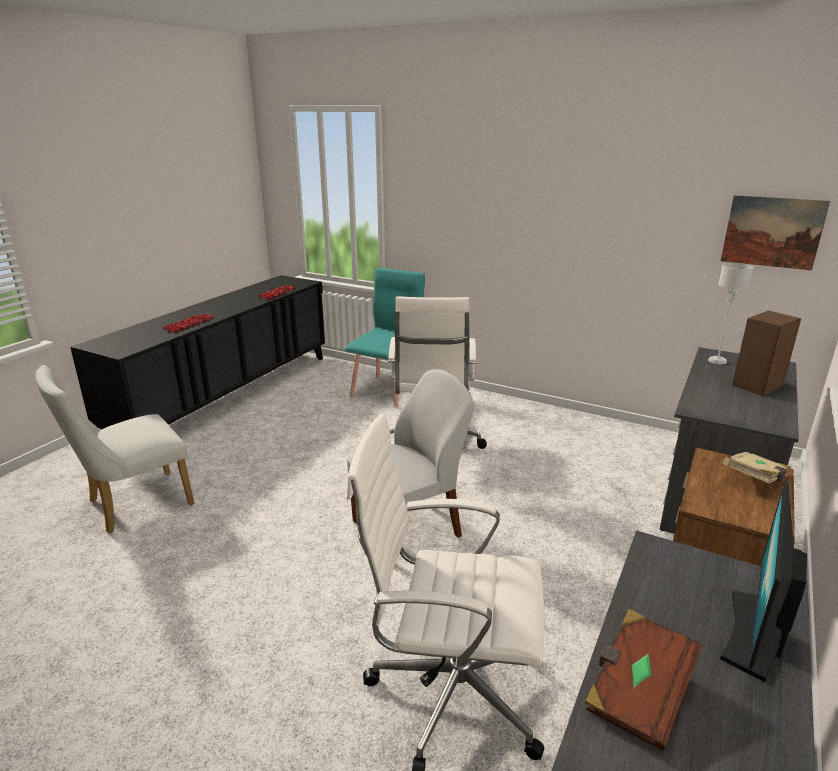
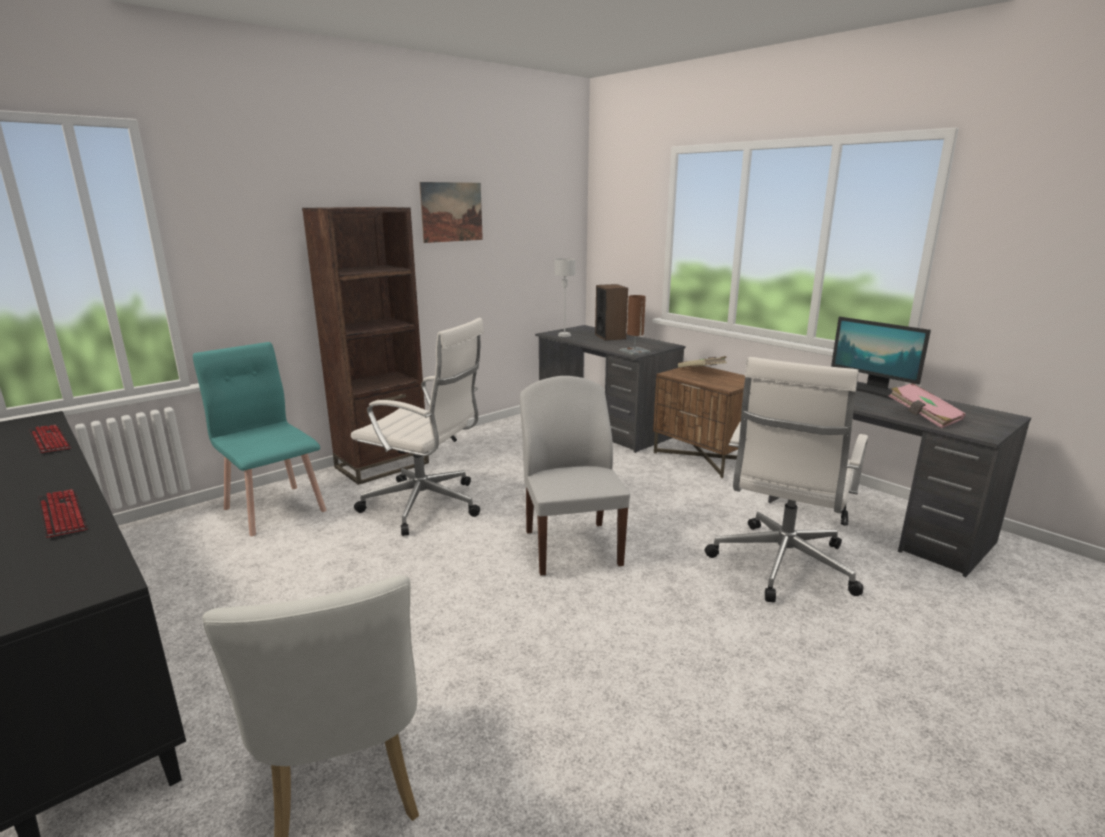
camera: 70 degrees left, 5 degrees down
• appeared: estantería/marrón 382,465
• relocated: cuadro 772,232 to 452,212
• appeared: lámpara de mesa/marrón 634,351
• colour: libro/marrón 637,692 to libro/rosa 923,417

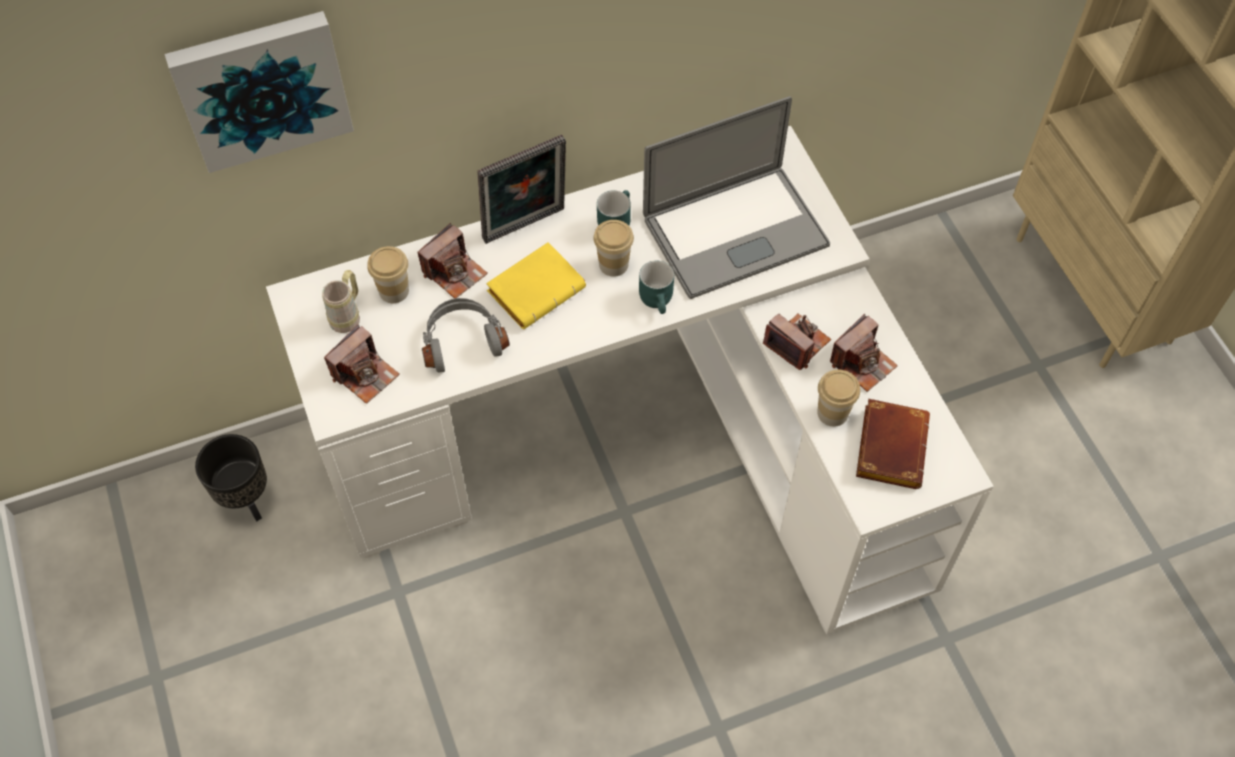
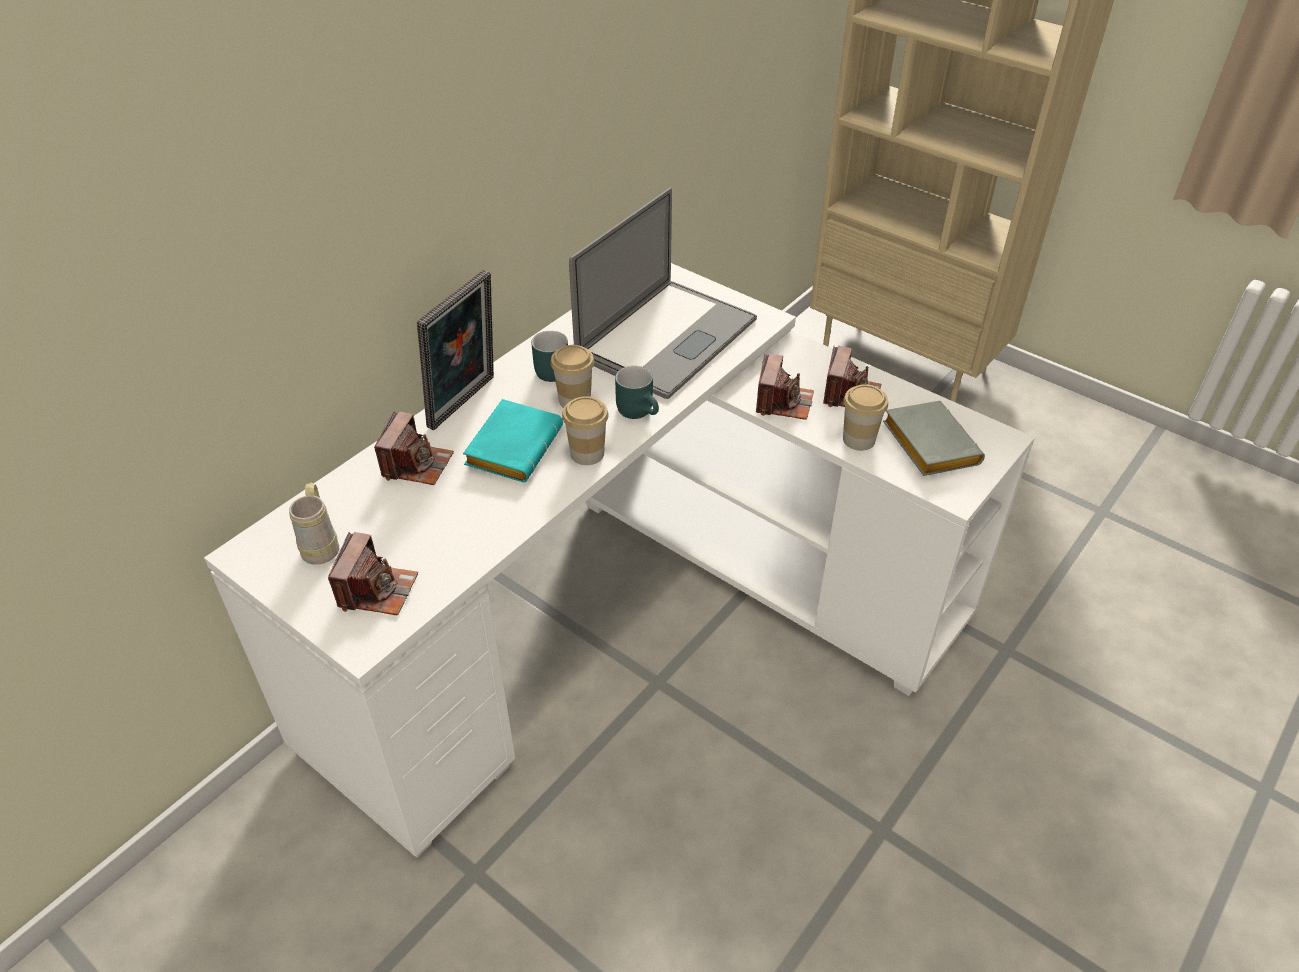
camera: 30 degrees left, 15 degrees down
• colour: libro/amarillo 536,288 to libro/turquesa 513,446
• relocated: taza 394,291 to 587,453
• spun: cámara 796,343 = 783,402 90 degrees clockwise
• colour: libro/marrón 888,446 to libro/gris 926,444
• missing: cuadro 261,87
• missing: maceta/negro 245,500
• missing: auriculares/gris 462,340

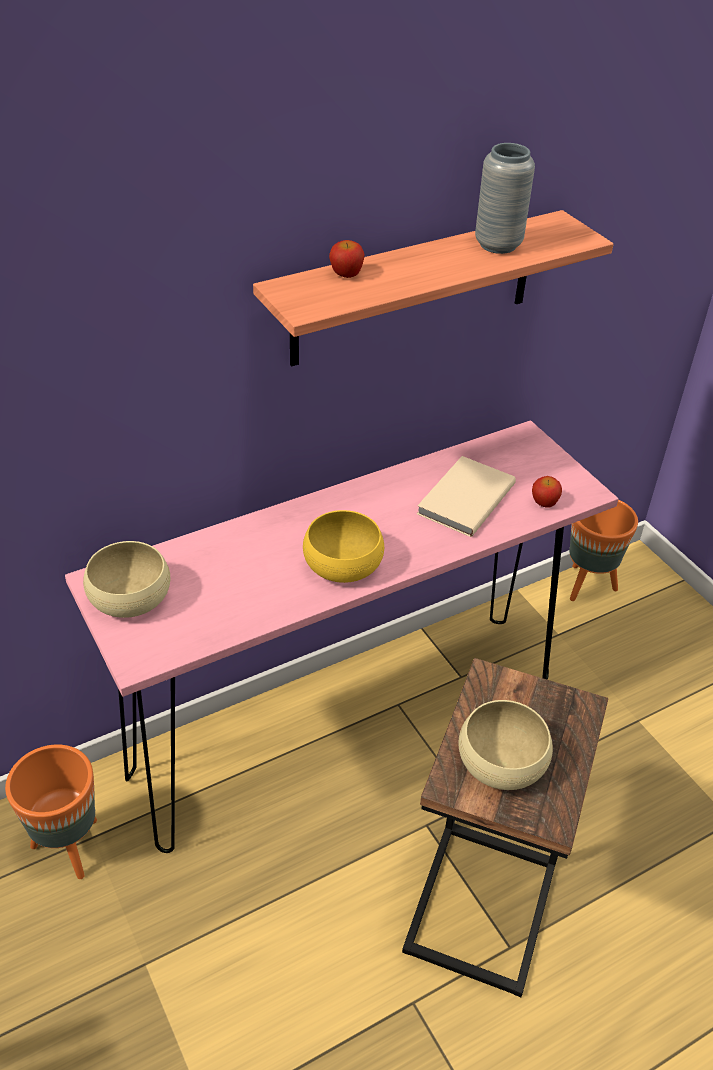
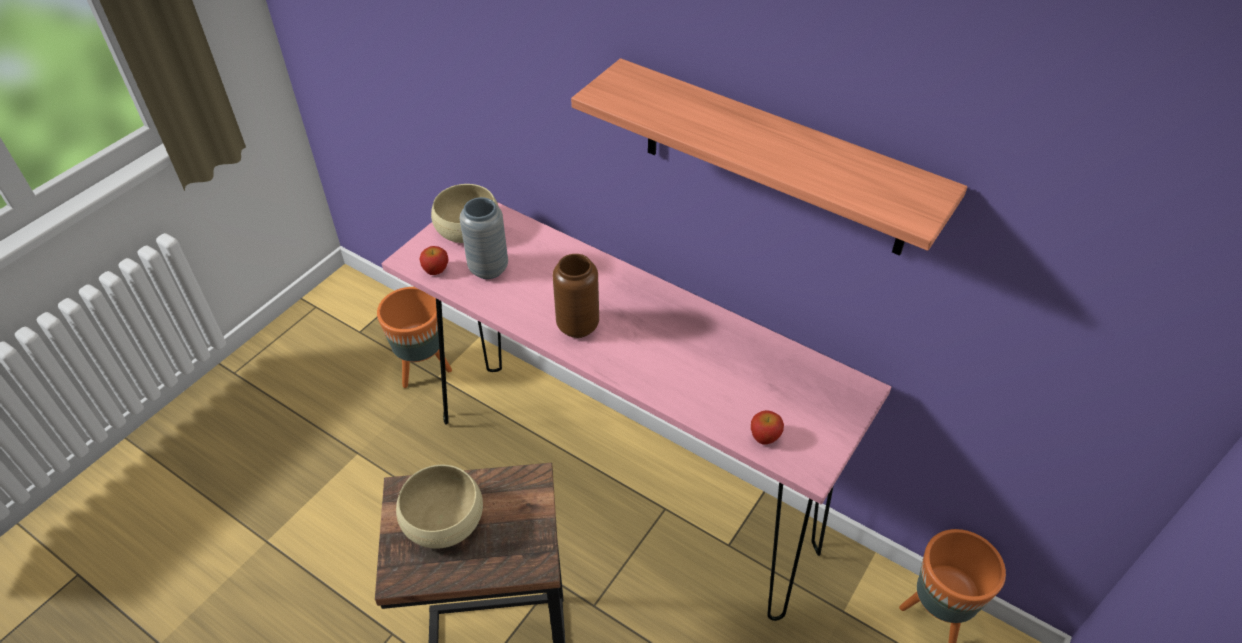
camera: 65 degrees right, 5 degrees up
• relocated: manzana 346,274 to 436,270
• relocated: florero/gris 498,245 to 488,268
• exchanged: cuenco/amarillo 343,564 to florero/marrón 578,326
• missing: libro/beis 463,499

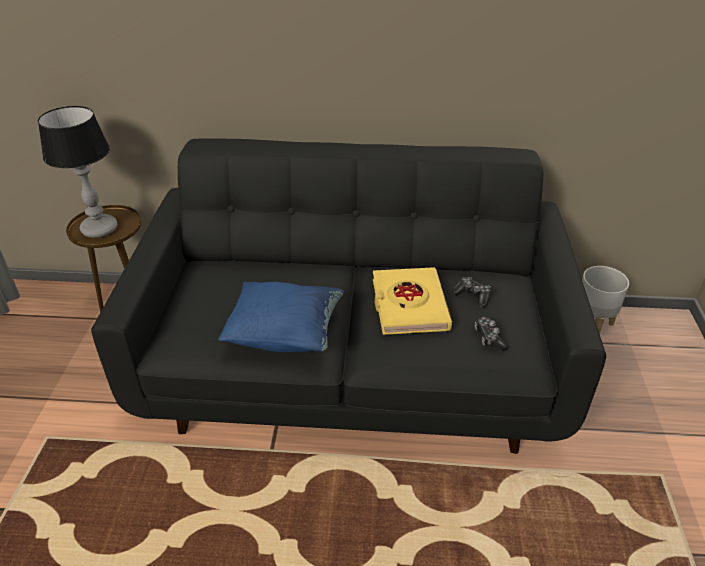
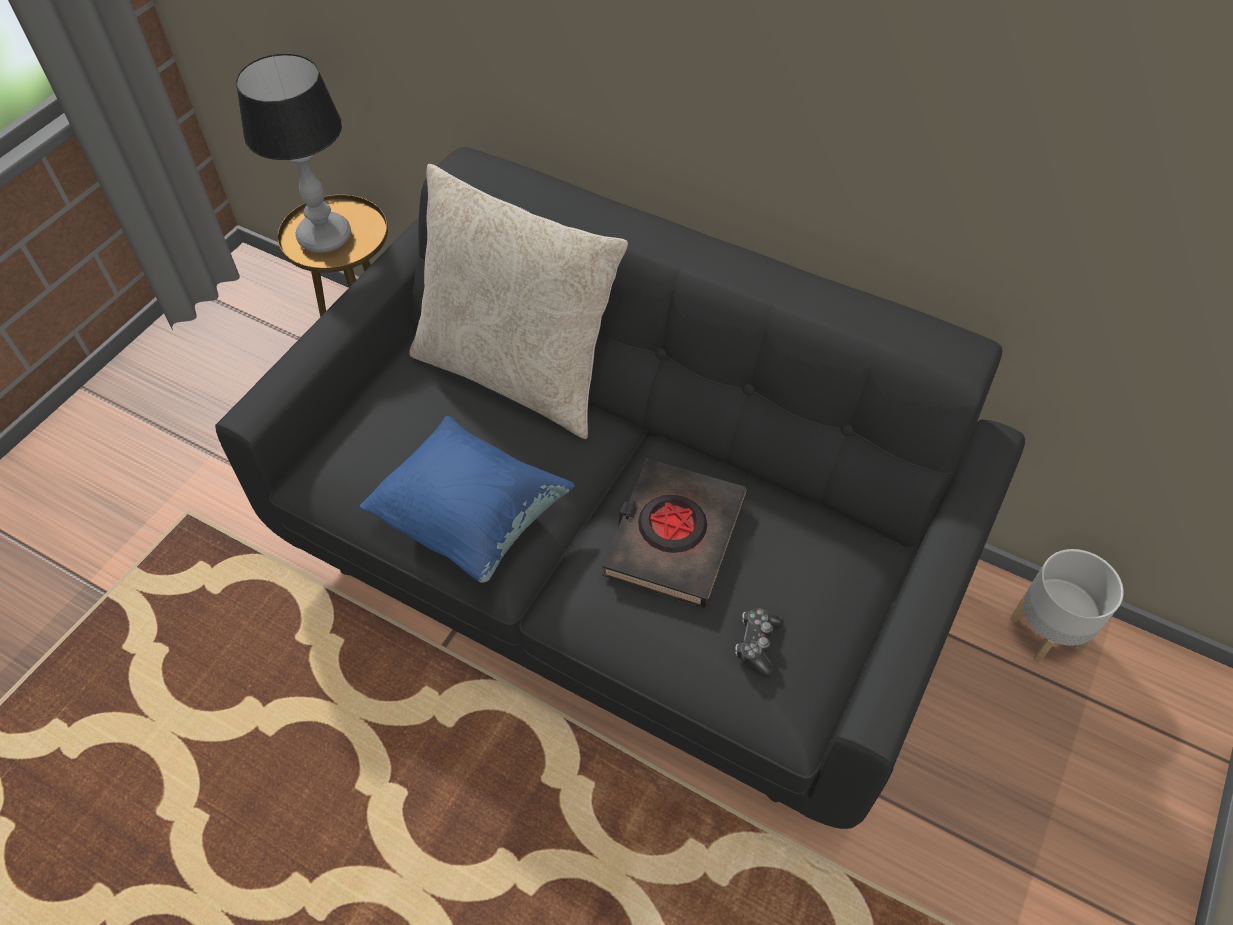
camera: 25 degrees right, 15 degrees up
• appeared: cojín/beis 516,372
• colour: libro/amarillo 409,305 to libro/negro 673,537
• missing: mando de consola 472,296

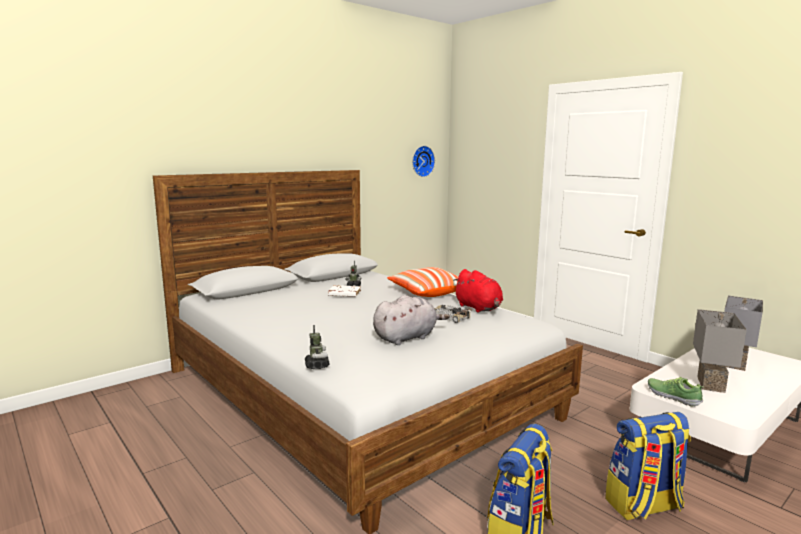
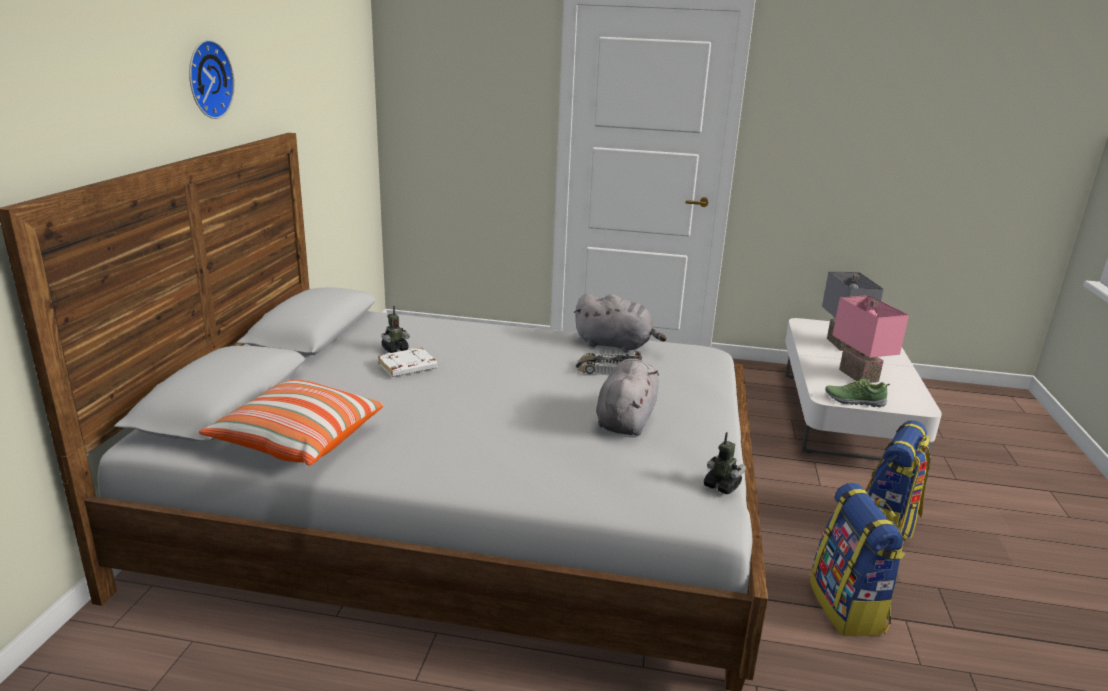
camera: 40 degrees left, 10 degrees up
• relocated: reloj de pared 422,161 to 206,79
• relocated: cojín 427,292 to 297,441
• colour: peluche/rojo 479,308 to peluche/gris 616,345
• relocated: robot de juguete 317,365 to 721,486
• colour: lámpara de mesa/gris 708,384 to lámpara de mesa/rosa 856,375

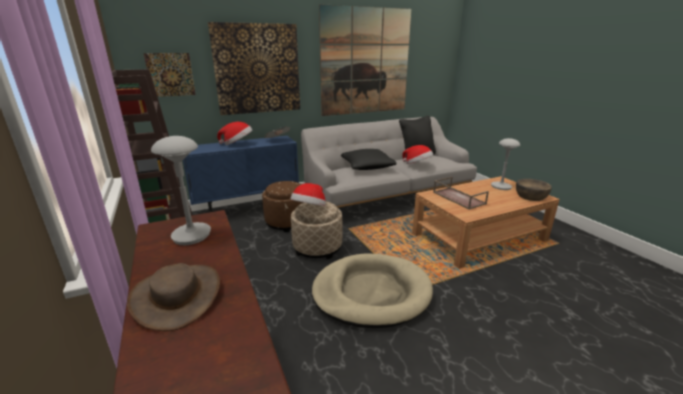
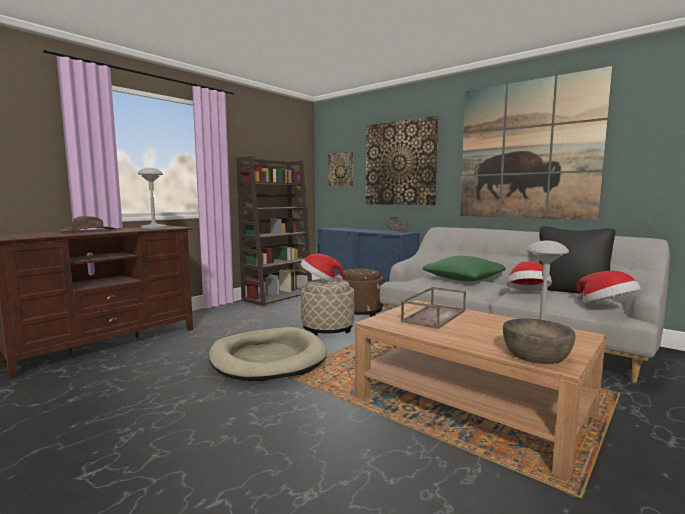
camera: 65 degrees right, 15 degrees down
• colour: cojín/negro 367,167 to cojín/verde 463,279
• relocated: sombrero 237,144 to 606,306

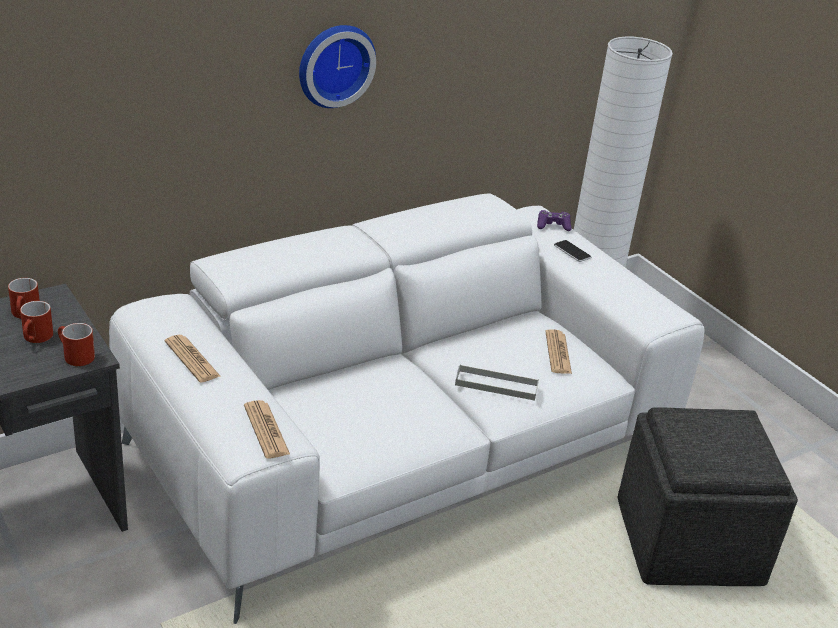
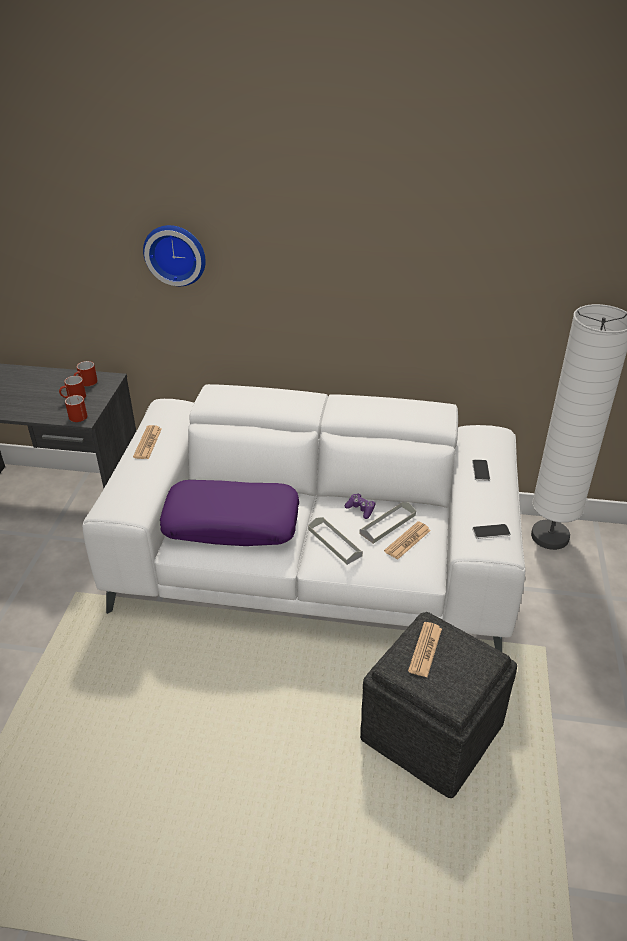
camera: 45 degrees right, 5 degrees up
• relocated: reloj de pared 334,64 to 176,254
• appeared: cojín/morado 232,523
• relocated: mando de consola/morado 553,225 to 360,509
• appeared: bandeja/gris 387,524
• relocated: periódico 266,430 to 425,649
• appeared: móvil 491,532

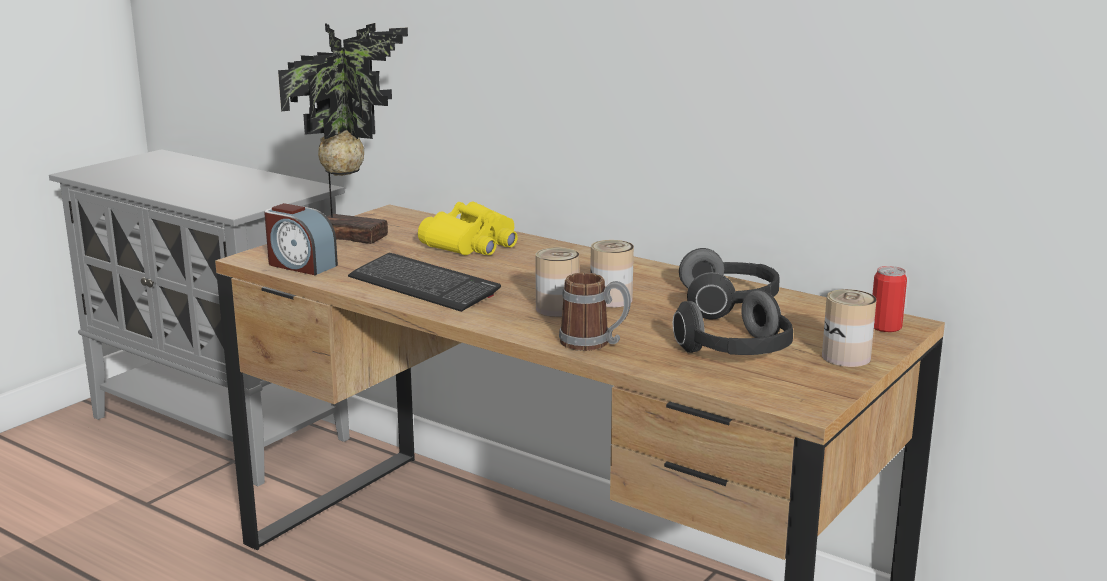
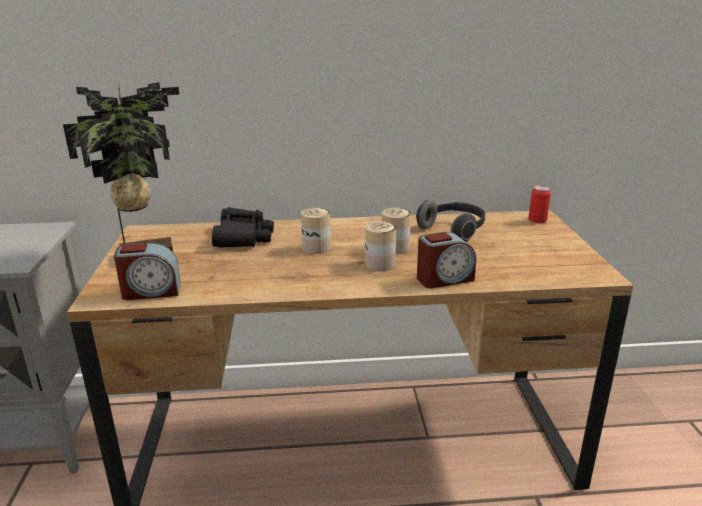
camera: 40 degrees left, 5 degrees up
• colour: prismáticos/amarillo 472,244 to prismáticos/negro 243,237
• relocated: lata 846,357 to 316,248
• exchanged: taza grande 594,343 to despertador 444,279
• missing: teclado 423,286
• missing: auriculares 738,353

